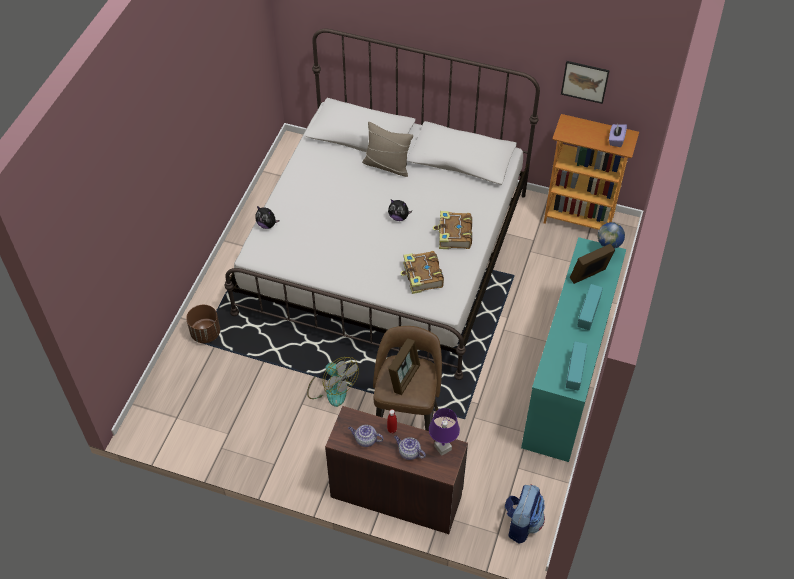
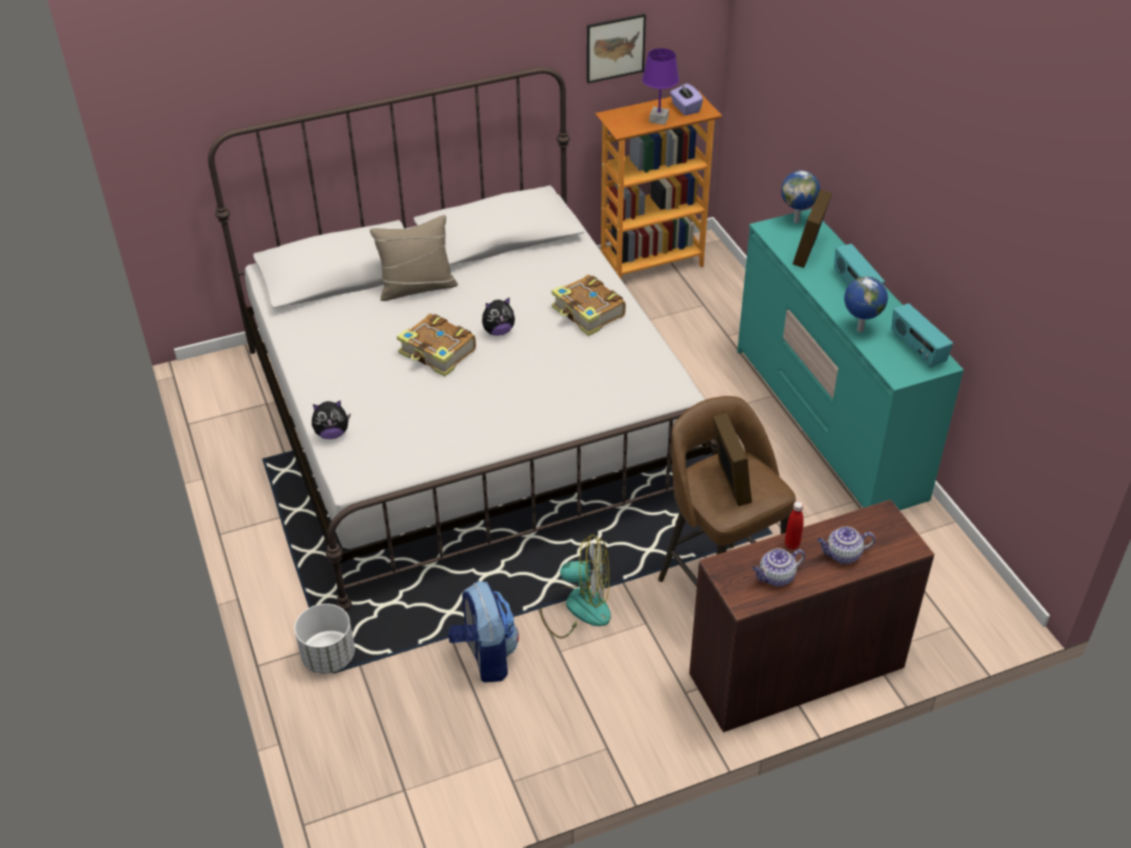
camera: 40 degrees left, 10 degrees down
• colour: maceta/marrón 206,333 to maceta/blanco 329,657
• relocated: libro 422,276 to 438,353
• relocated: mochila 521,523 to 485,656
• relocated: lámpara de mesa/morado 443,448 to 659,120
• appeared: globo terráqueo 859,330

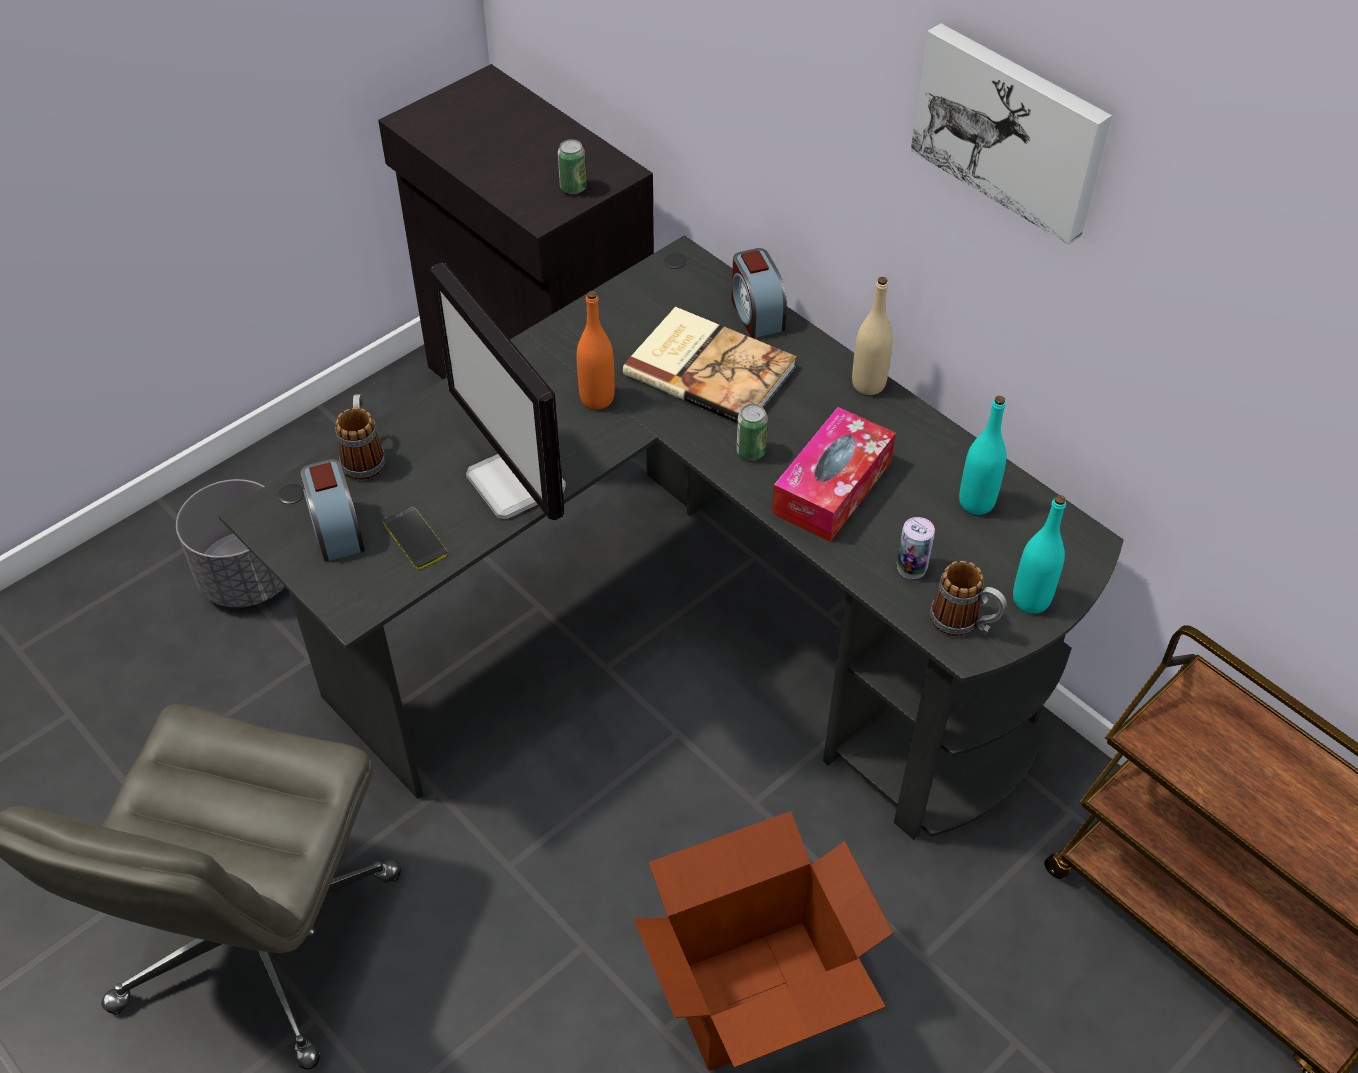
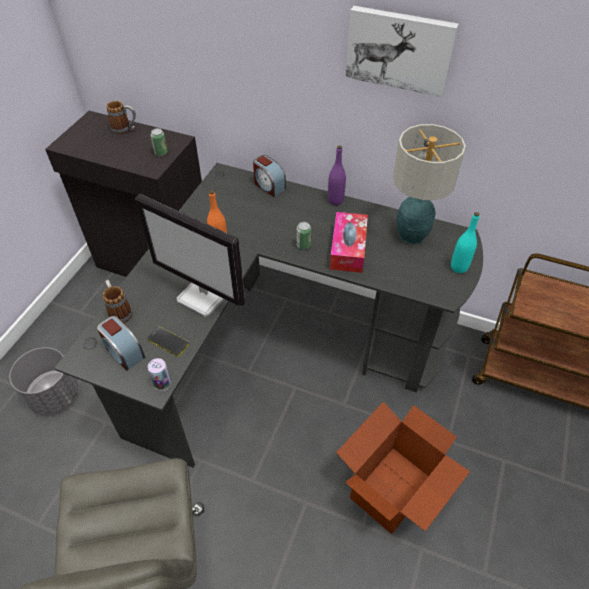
camera: 25 degrees left, 0 degrees up
• relocated: taza grande 964,623 to 125,129
• relocated: lata 911,567 to 162,383
• colour: botella/beis 868,384 to botella/morado 335,200
• exchanged: botella/turquesa 976,502 to lámpara de mesa 411,234
• missing: libro 710,368

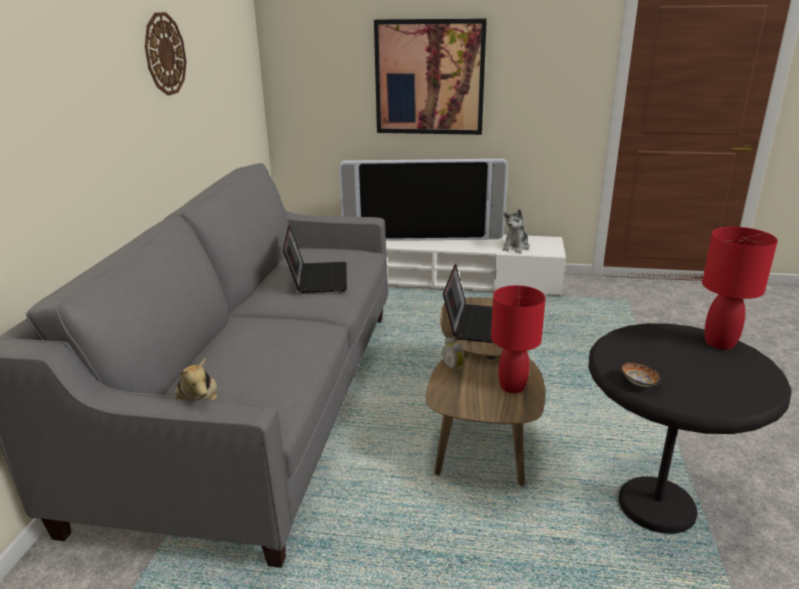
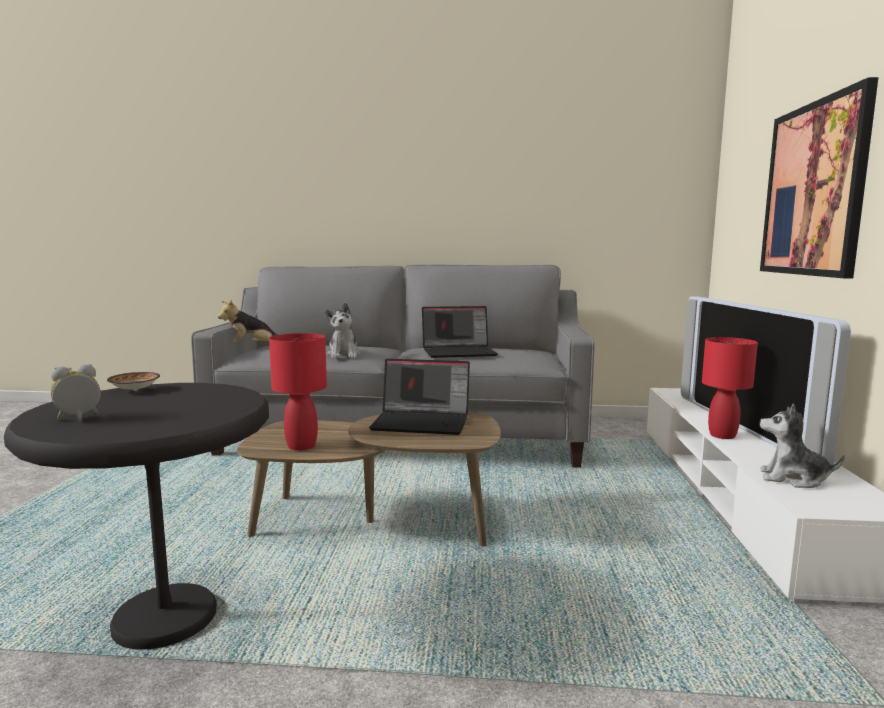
camera: 85 degrees right, 15 degrees down
• relocated: despertador 454,368 to 78,418
• appeared: peluche 343,355
• relocated: lámpara de mesa/rojo 719,343 to 721,435
• missing: reloj de pared 165,54

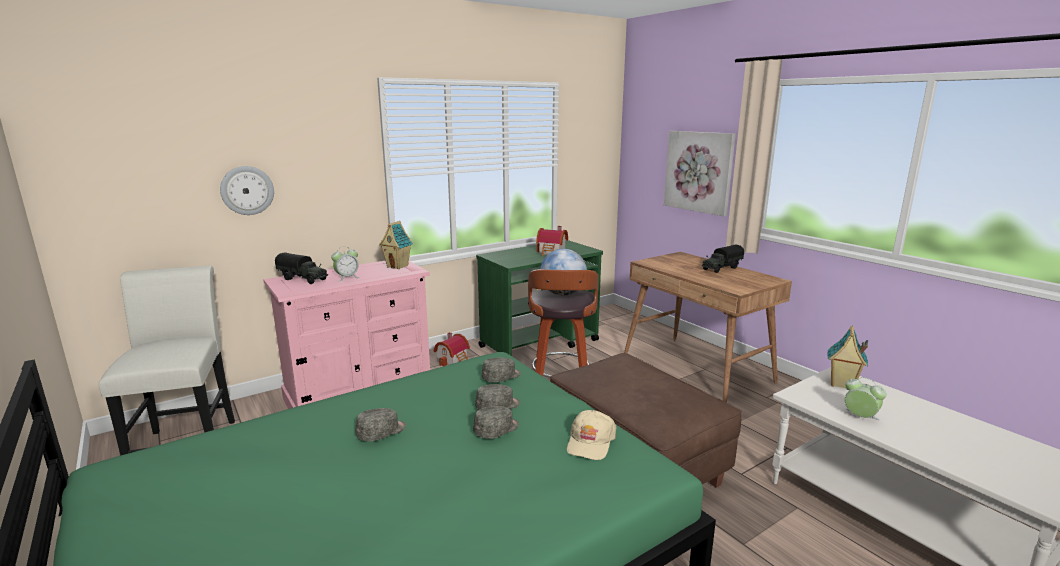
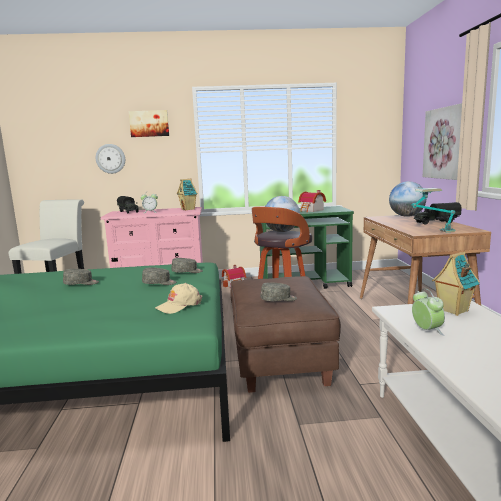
camera: 30 degrees right, 5 degrees down
• appeared: cuadro 149,123
• relocated: gorra/gris 497,430 to 279,300
• appeared: globo terráqueo 406,216
• appeared: lámpara de mesa 432,232

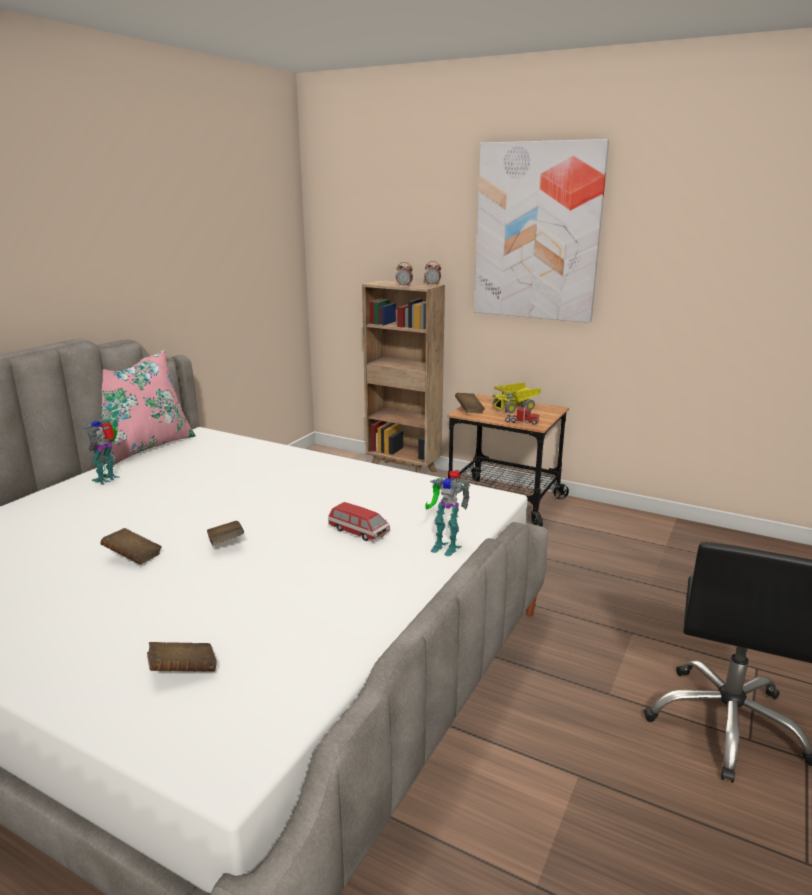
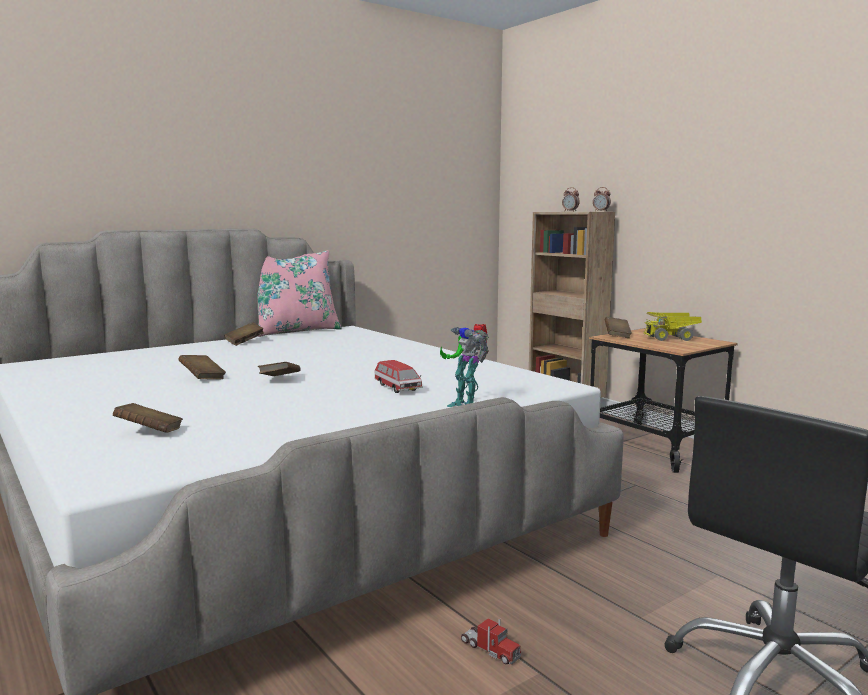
camera: 25 degrees right, 10 degrees down
• exchanged: robot de juguete 108,479 to libro/marrón 244,342
• relocated: camión de juguete 521,422 to 490,650
• missing: cuadro 537,232

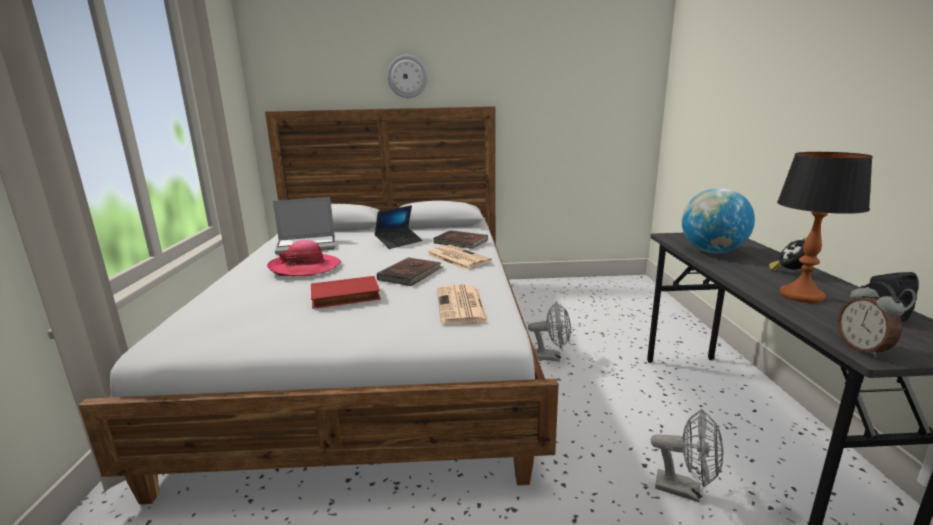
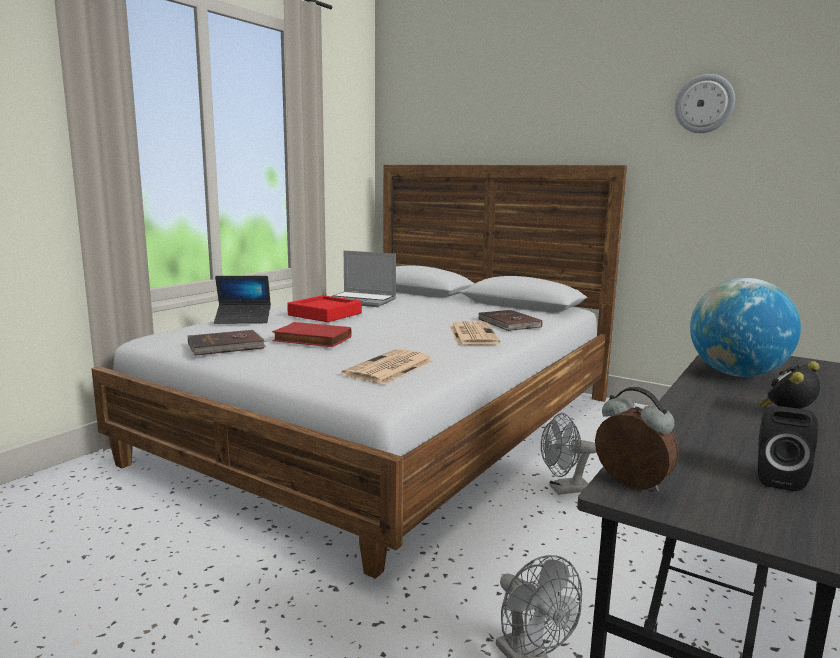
camera: 35 degrees right, 5 degrees down
• relocated: libro/marrón 411,274 to 227,346
• relocated: portátil 399,242 to 243,320
• exchanged: sombrero 305,267 to bandeja/rojo 325,314
• spun: ventilador/gris 551,357 = 564,489 120 degrees clockwise
• spun: despertador 863,349 = 630,485 105 degrees clockwise
• relocated: reloj de pared 407,76 to 704,104
• missing: lámpara de mesa 802,296

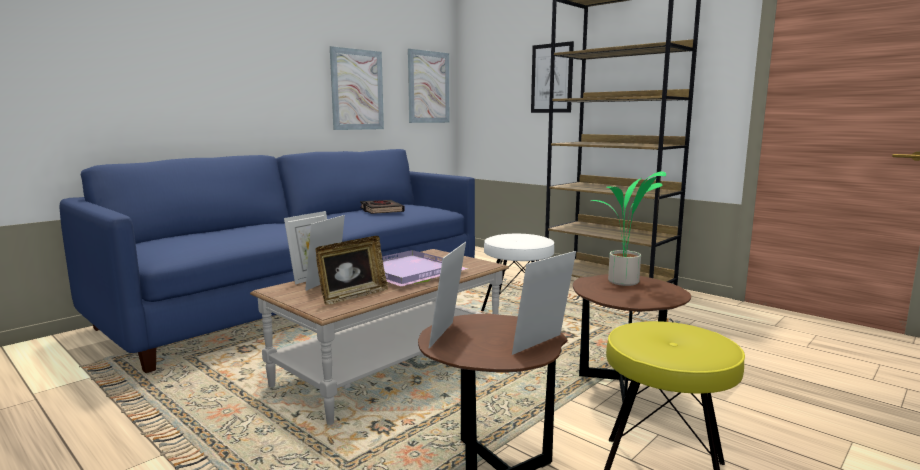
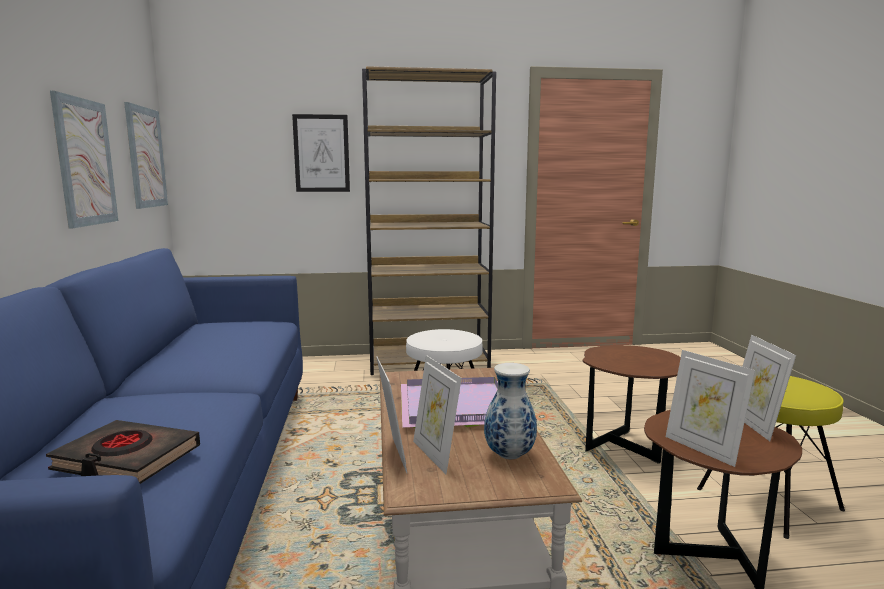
camera: 50 degrees left, 0 degrees up
• relocated: libro/negro 381,210 to 127,459
• exchanged: portarretratos 352,296 to florero 508,455
• missing: planta en maceta 624,282

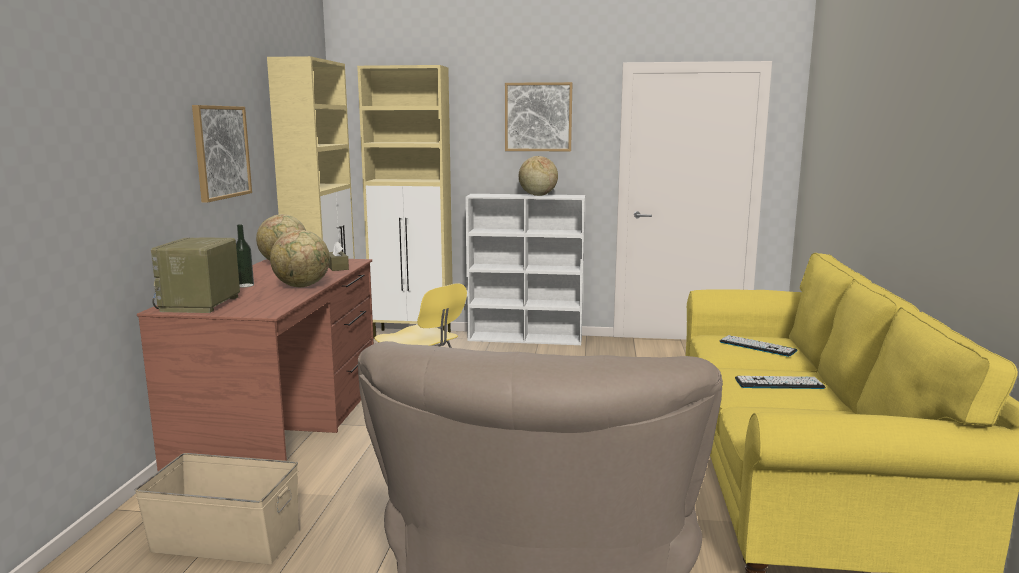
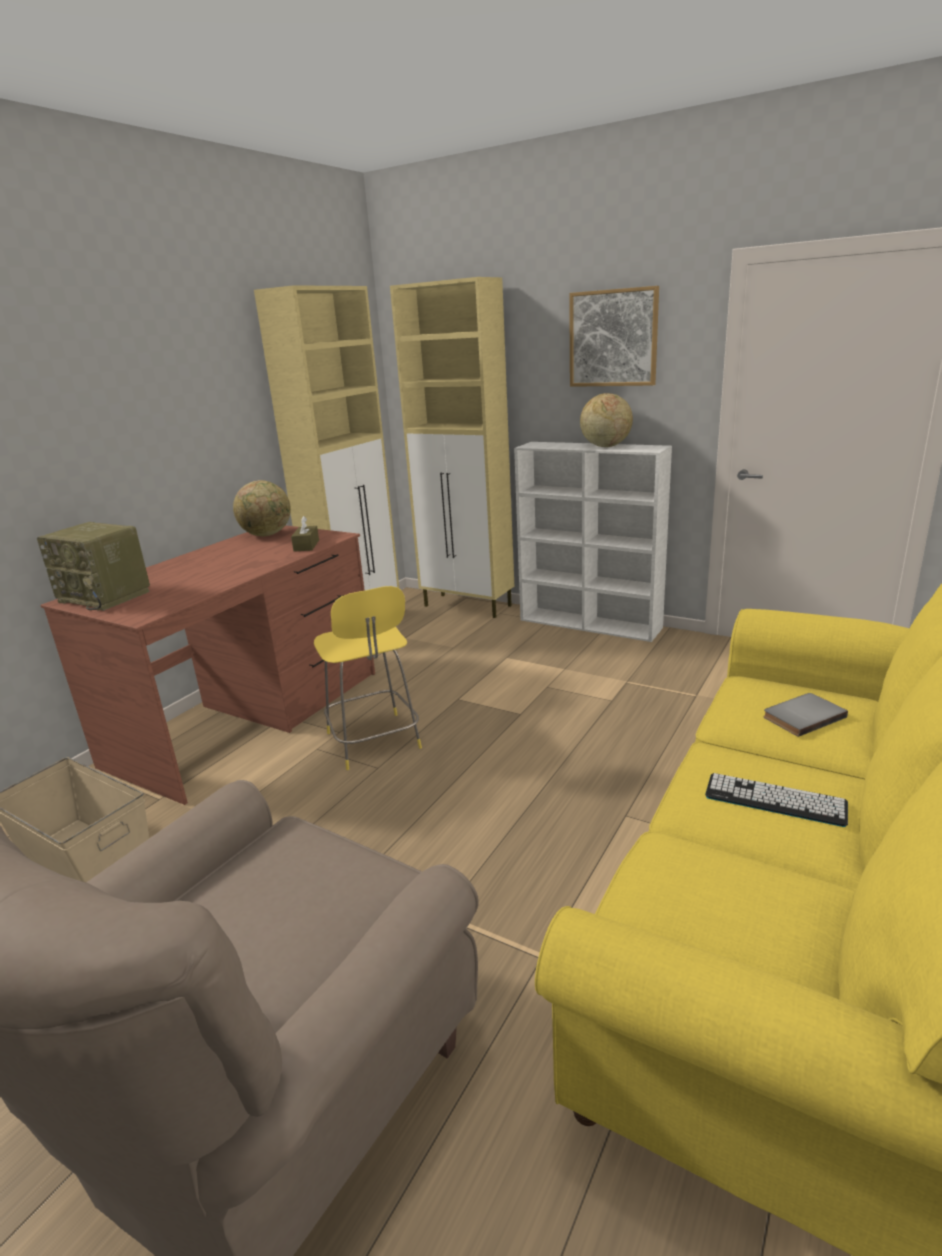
camera: 25 degrees right, 10 degrees up
• spun: radio 201,304 = 106,596 90 degrees counterclockwise
• exchanged: teclado 757,346 to libro/gris 801,716
• missing: cuadro 221,152
• missing: botella 245,285
• missing: globo terráqueo 302,286

